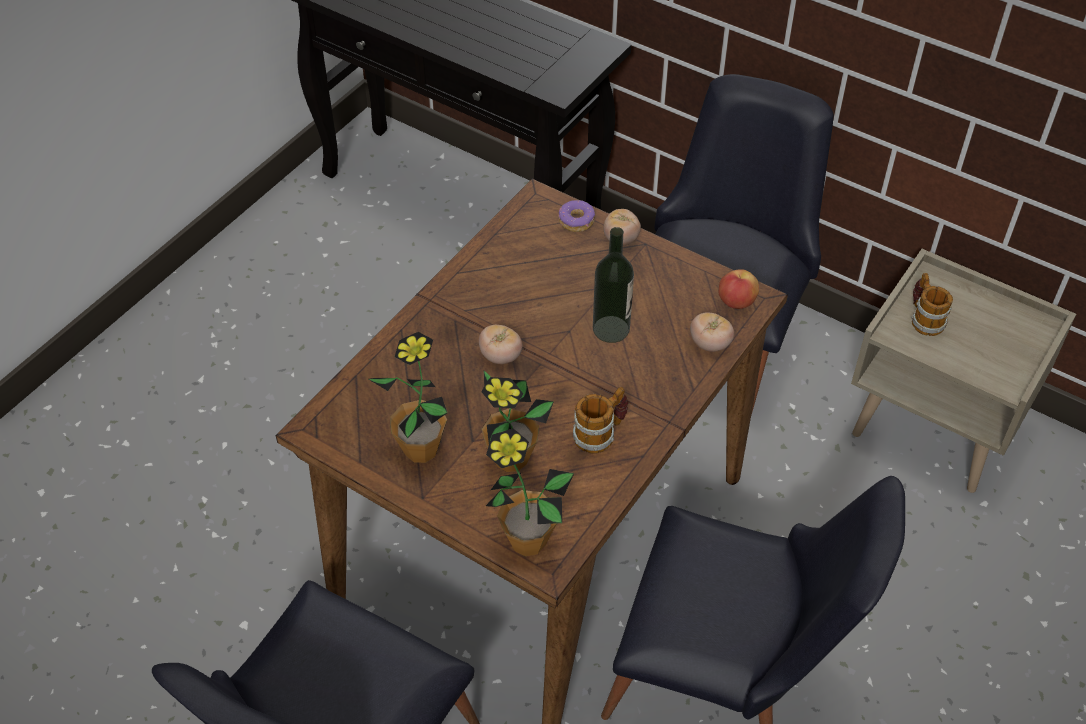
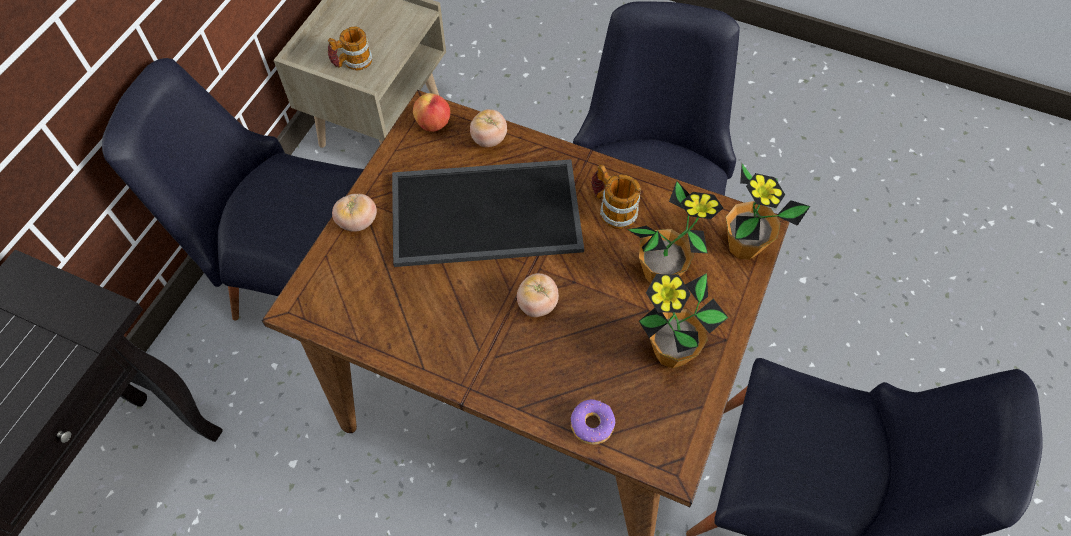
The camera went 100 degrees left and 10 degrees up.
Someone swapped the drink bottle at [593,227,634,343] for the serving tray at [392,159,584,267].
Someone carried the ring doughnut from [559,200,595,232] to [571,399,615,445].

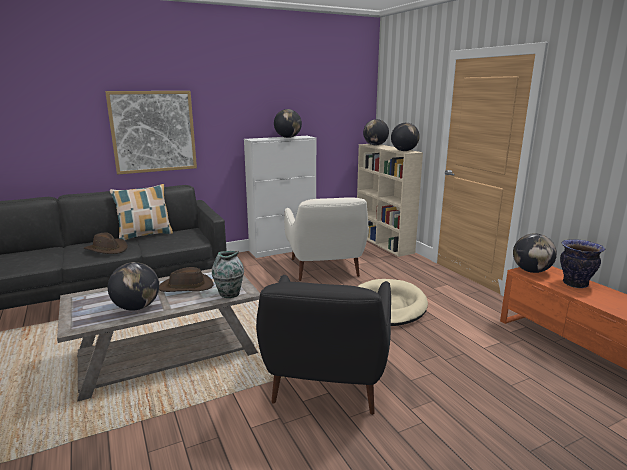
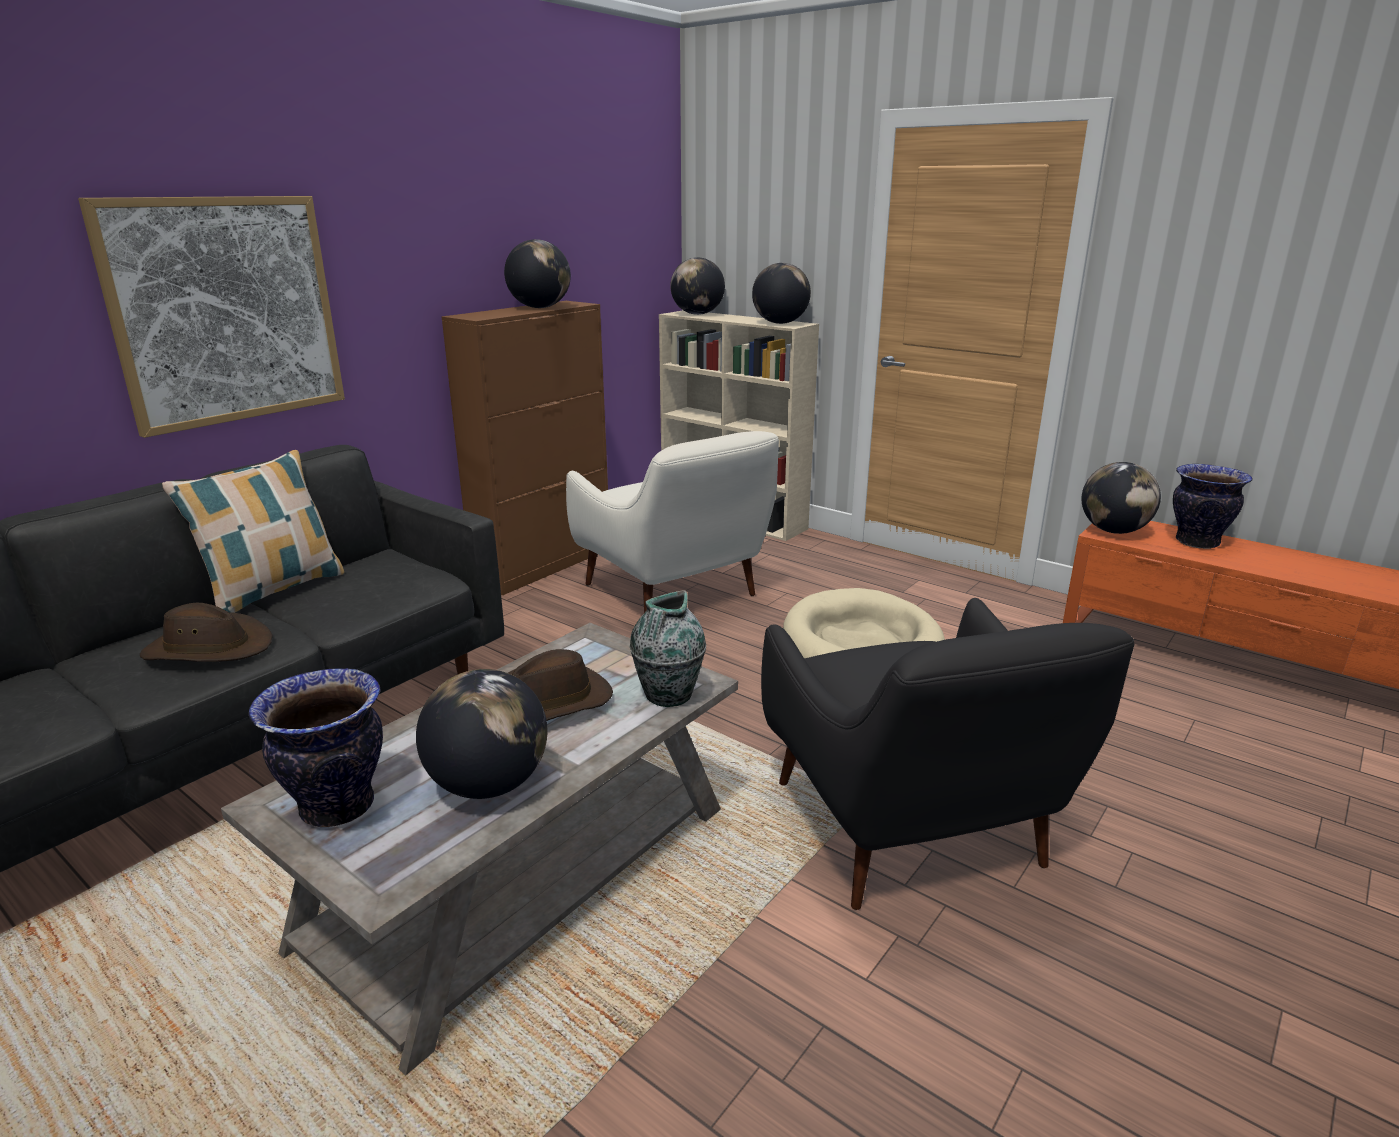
The camera went 25 degrees left and 5 degrees up.
Someone put down the decorative vase at [249,668,383,827].
Someone repainted the white-coloured storage cabinet at [244,136,316,258], which became the brownish storage cabinet at [442,301,608,595].

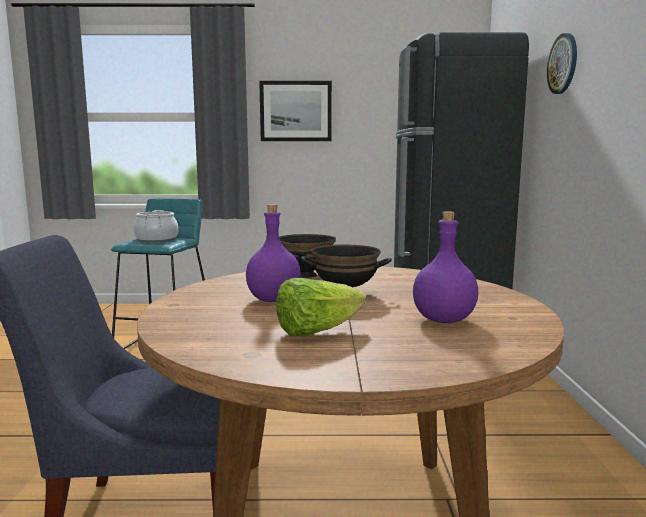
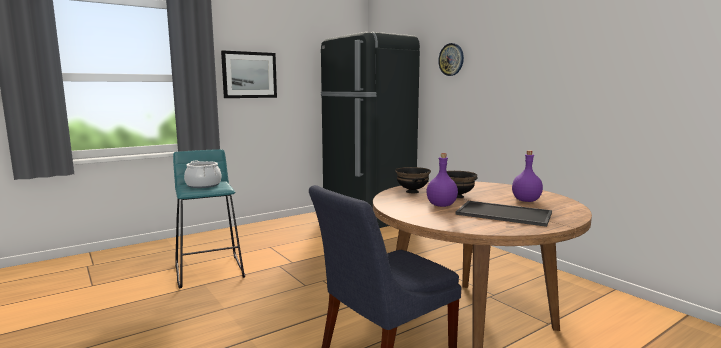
The camera went 35 degrees left and 0 degrees up.
Someone swapped the head of lettuce at [276,278,366,336] for the serving tray at [455,201,552,227].

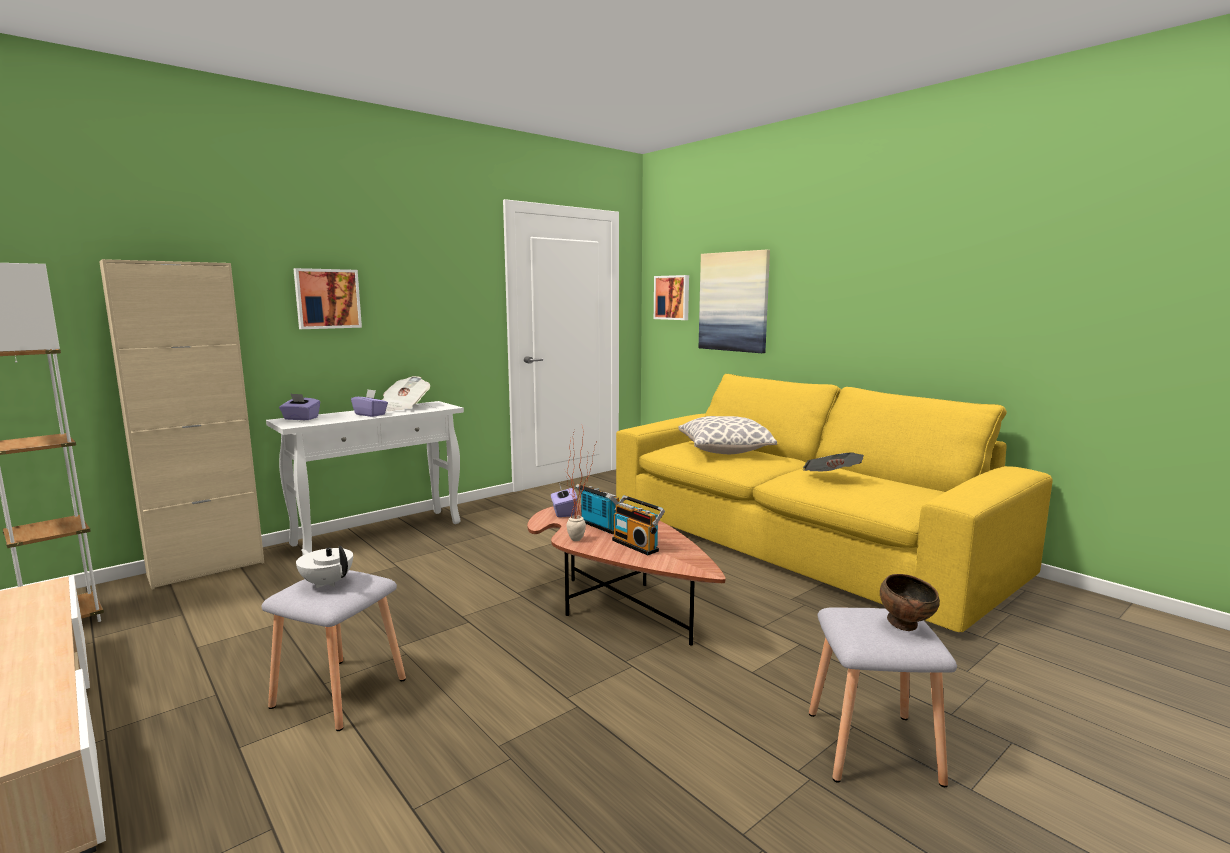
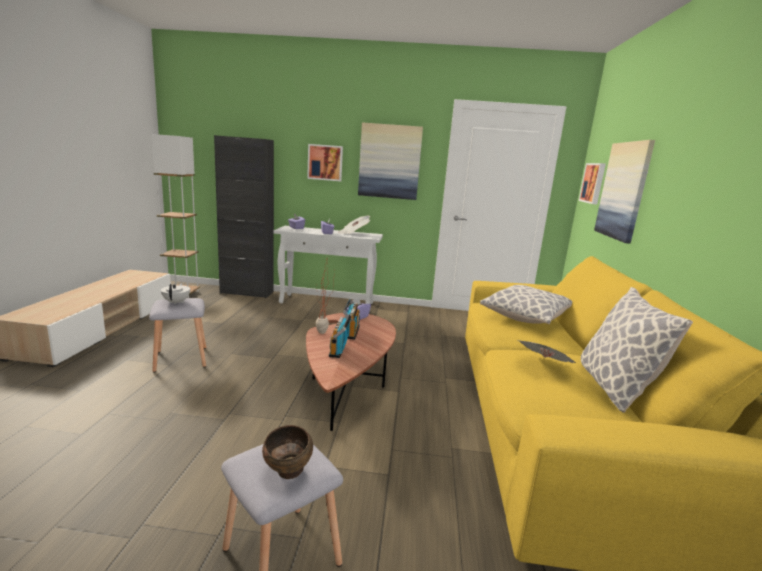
The camera went 45 degrees right and 5 degrees up.
Someone repainted the beige storage cabinet at [99,259,264,590], which became the black storage cabinet at [214,135,274,298].
Someone put up the picture at [358,123,423,200].
Someone put down the cushion at [581,287,693,413].

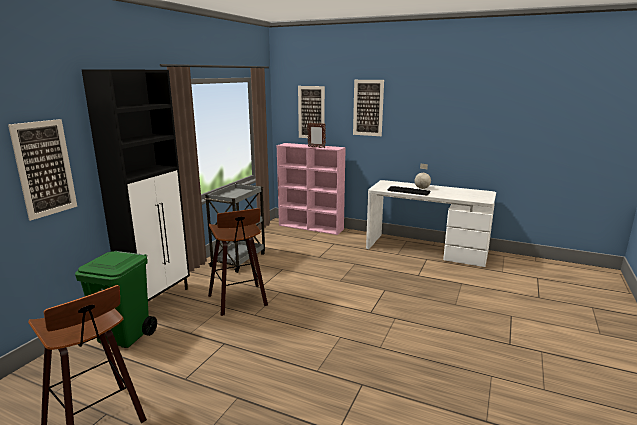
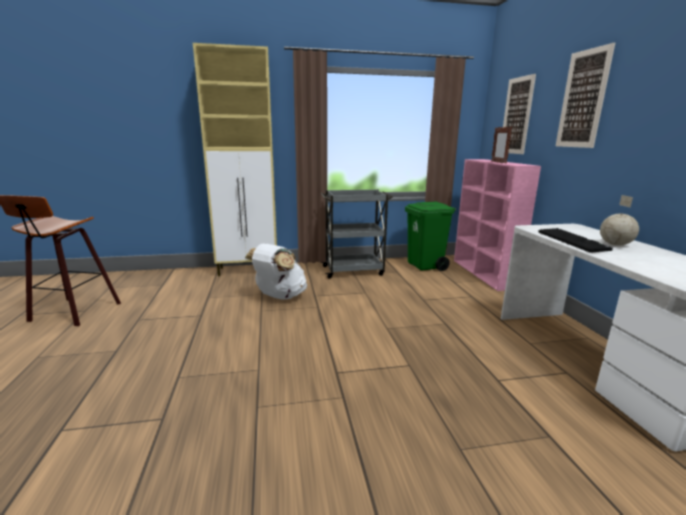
The camera went 55 degrees right and 0 degrees up.
Someone repainted the black storage cabinet at [81,69,190,301], which became the beige storage cabinet at [193,43,277,276].
Someone swapped the sitting stool at [208,208,268,316] for the white-coloured knapsack at [245,244,307,300].
Someone carried the green waste bin from [75,251,157,348] to [405,201,456,271].
Someone took away the picture at [8,119,77,221].

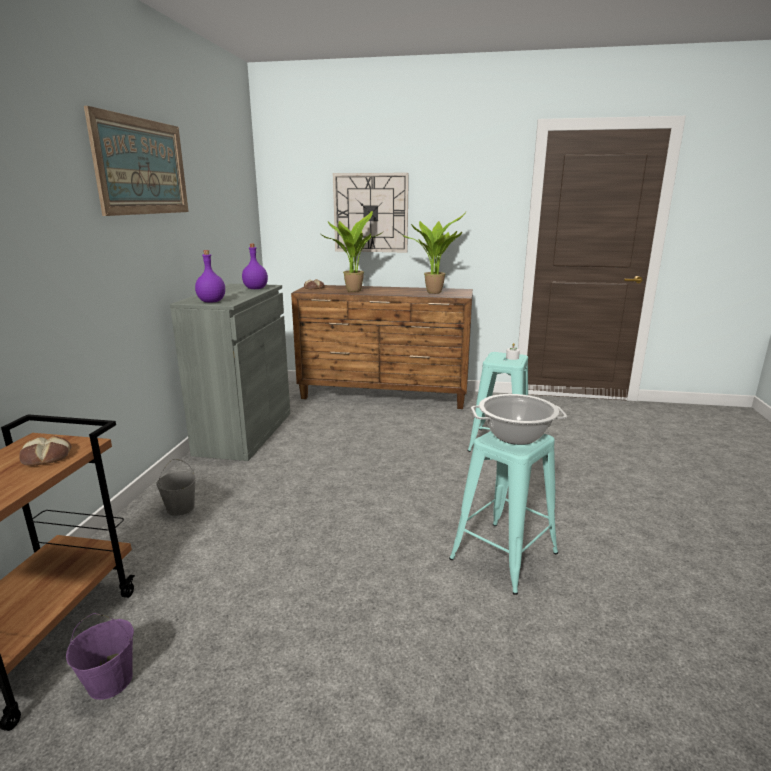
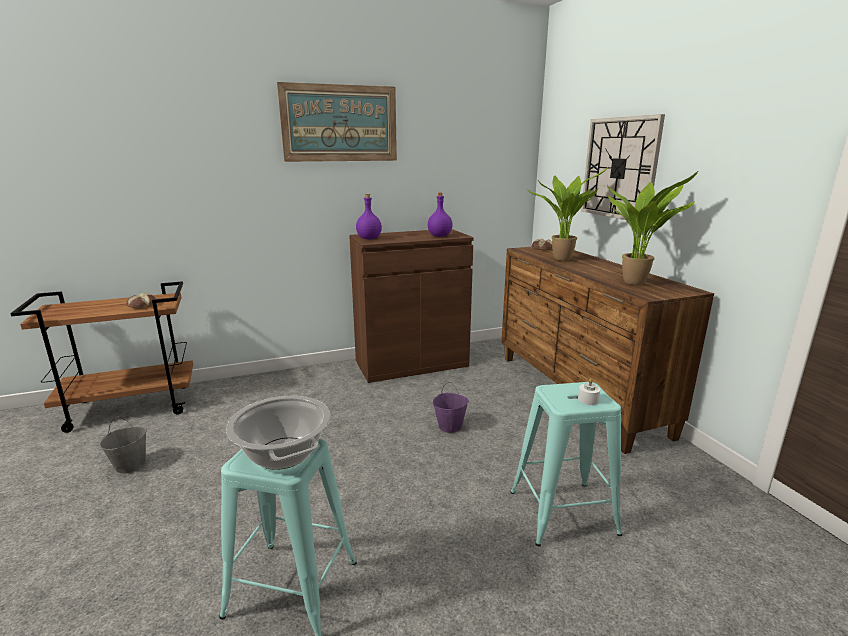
The camera went 60 degrees right and 0 degrees up.
Someone carried the gray bucket from [156,459,196,516] to [100,416,147,474].
Someone repainted the gray storage cabinet at [170,284,290,461], which became the brownish storage cabinet at [349,229,474,383].
Someone carried the purple-coloured bucket from [66,613,134,700] to [433,382,469,433].

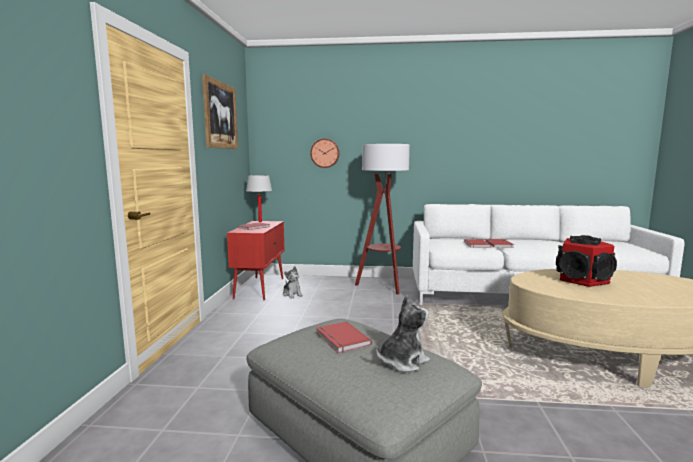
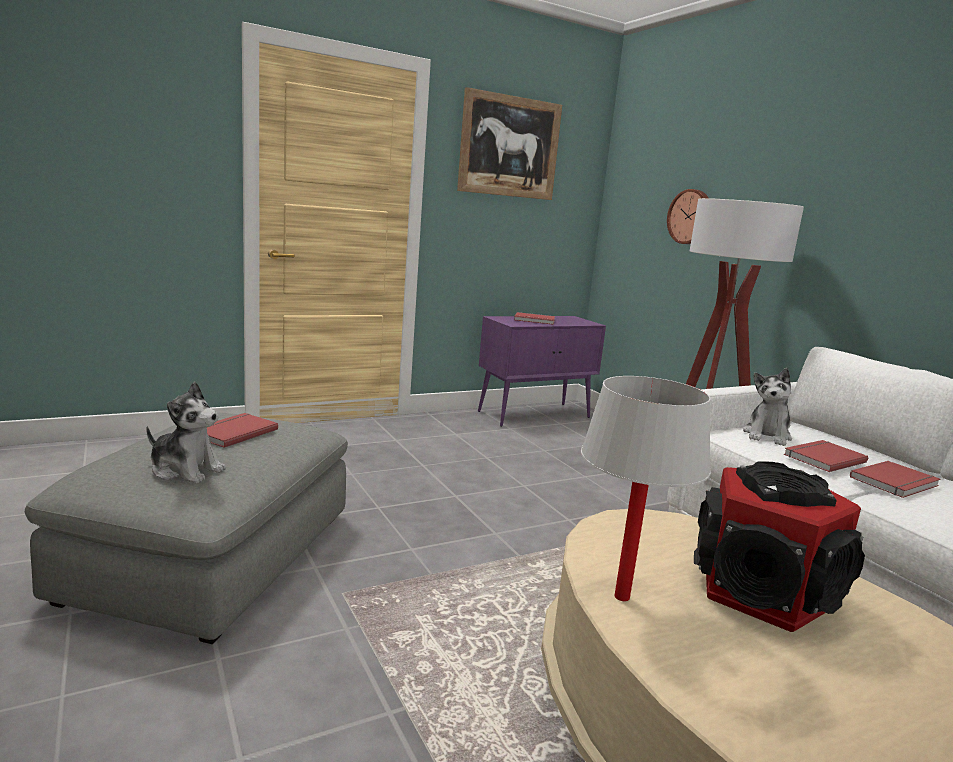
The camera went 55 degrees right and 5 degrees up.
Someone repainted the red-coloured storage cabinet at [227,221,284,300], which became the purple-coloured storage cabinet at [478,316,606,427].
Someone carried the white-coloured lamp for a table from [246,175,272,222] to [581,376,711,601].
Someone carried the cuddly toy from [283,266,303,299] to [743,368,792,446].

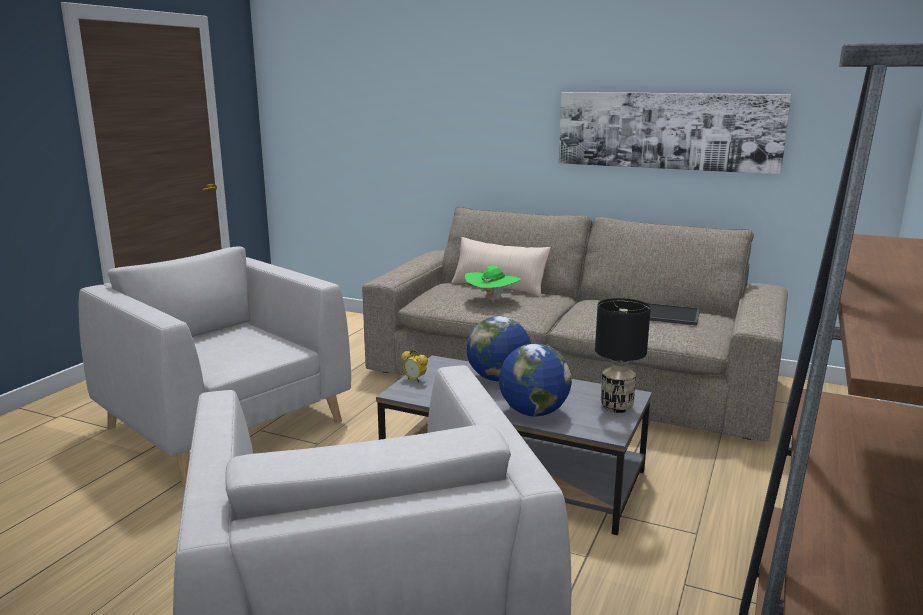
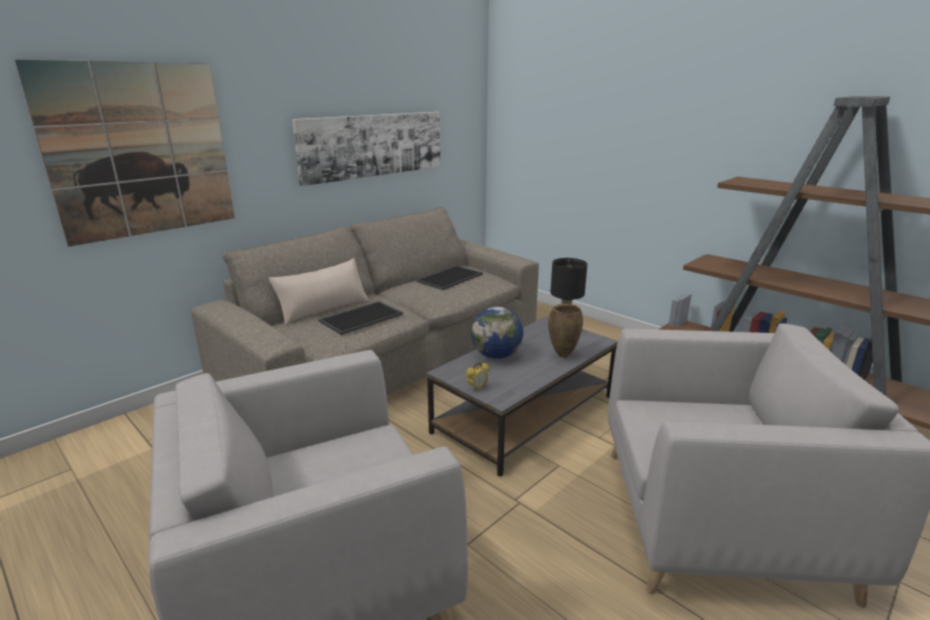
The camera went 70 degrees left and 5 degrees up.
Someone put up the picture at [15,60,235,247].
Someone swapped the green hat at [465,266,521,302] for the serving tray at [318,301,403,335].
Someone swapped the world globe at [499,344,572,417] for the brownish decorative vase at [548,304,583,358].

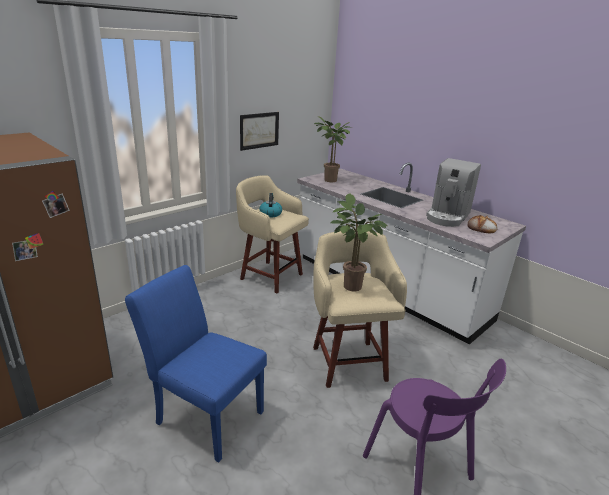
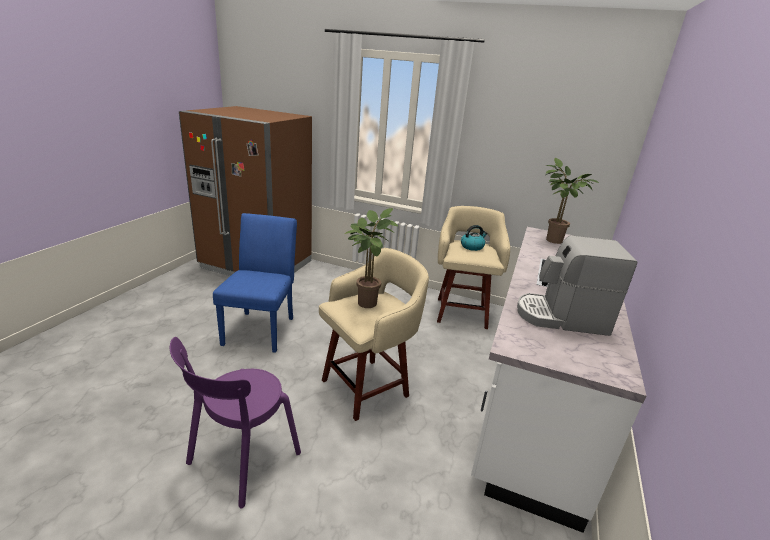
The camera went 65 degrees right and 0 degrees up.
Someone took away the picture at [240,112,279,151].
Someone took away the baked bread at [467,215,498,233].

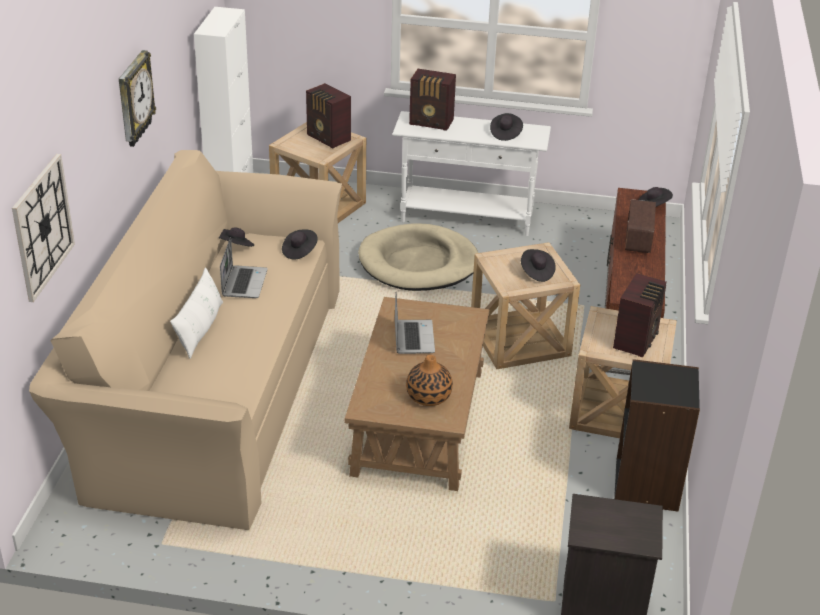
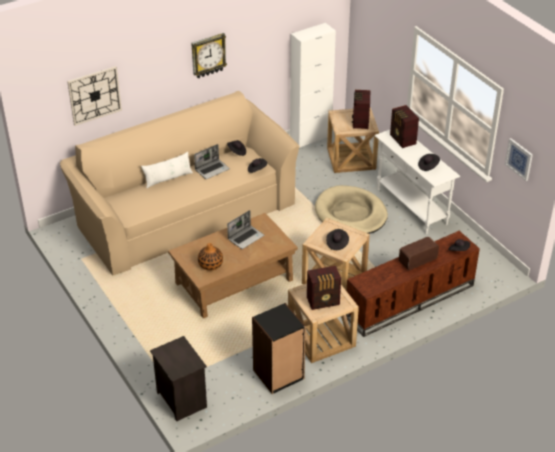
The camera went 50 degrees right and 5 degrees up.
Someone put up the picture at [505,138,533,181].

